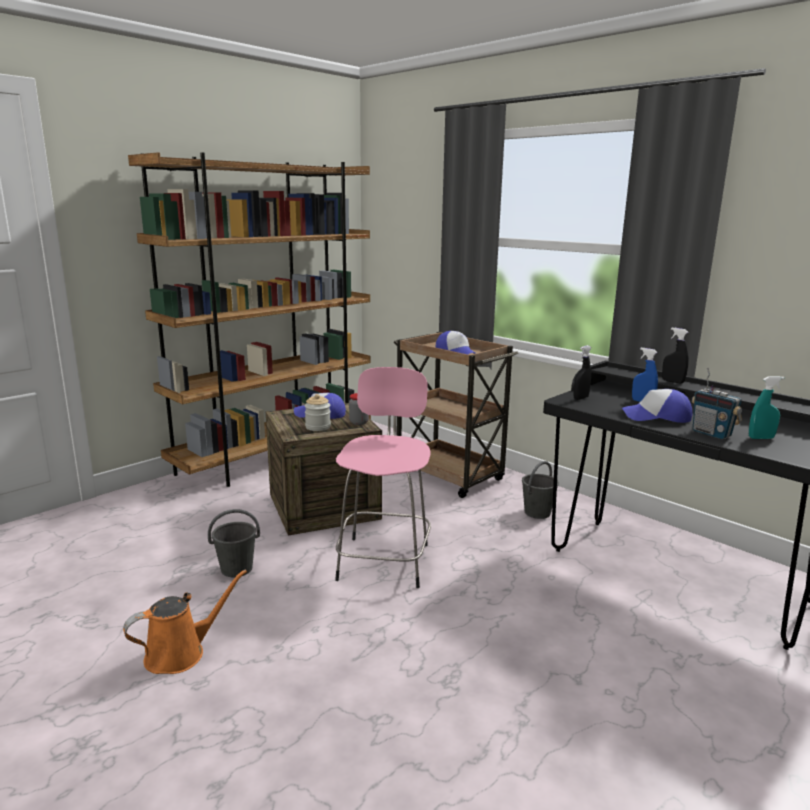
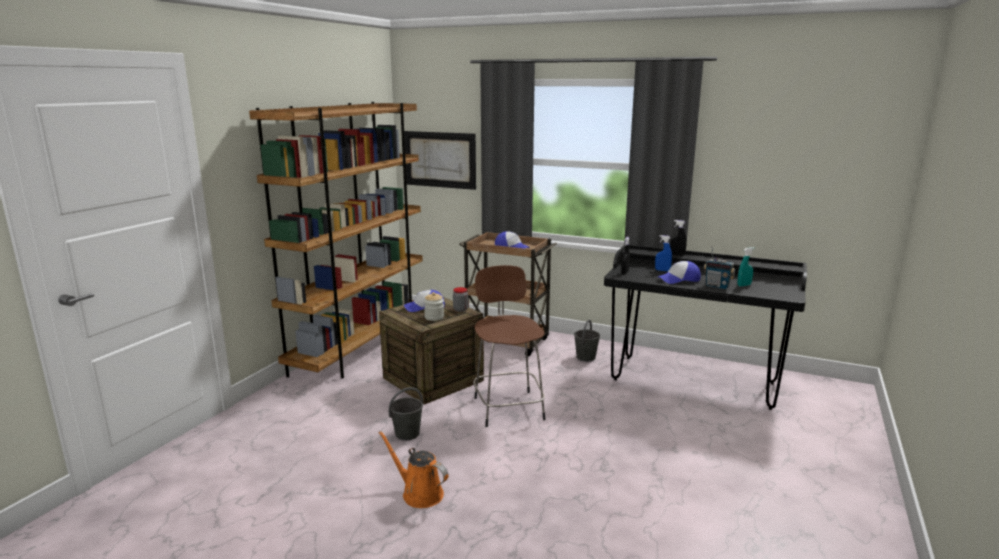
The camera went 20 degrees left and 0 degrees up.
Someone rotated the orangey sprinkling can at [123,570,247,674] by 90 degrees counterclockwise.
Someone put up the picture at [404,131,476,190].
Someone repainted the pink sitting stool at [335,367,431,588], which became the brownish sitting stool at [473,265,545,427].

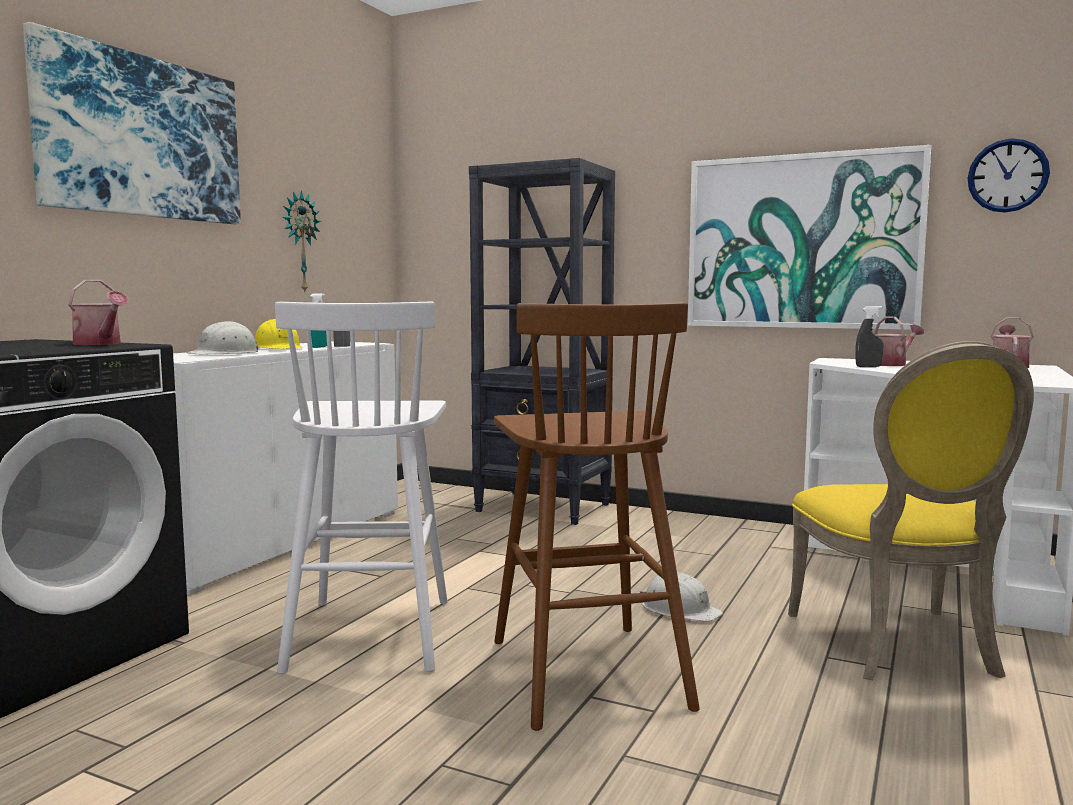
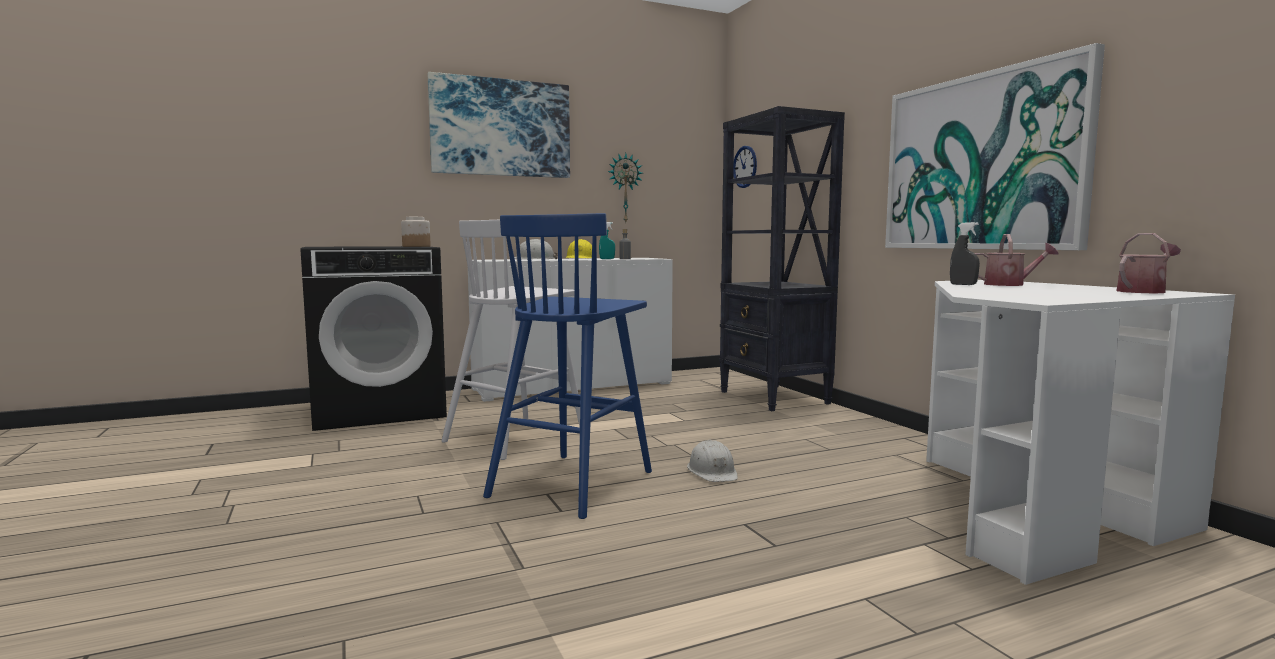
The camera went 40 degrees right and 0 degrees up.
Someone swapped the sprinkling can at [68,280,129,345] for the jar at [401,217,431,247].
Someone repainted the brownish sitting stool at [494,303,700,731], which became the blue-coloured sitting stool at [483,213,652,519].
Someone carried the wall clock from [968,138,1050,213] to [733,146,757,188].
Someone took away the yellow-coloured plain chair at [788,341,1034,680].

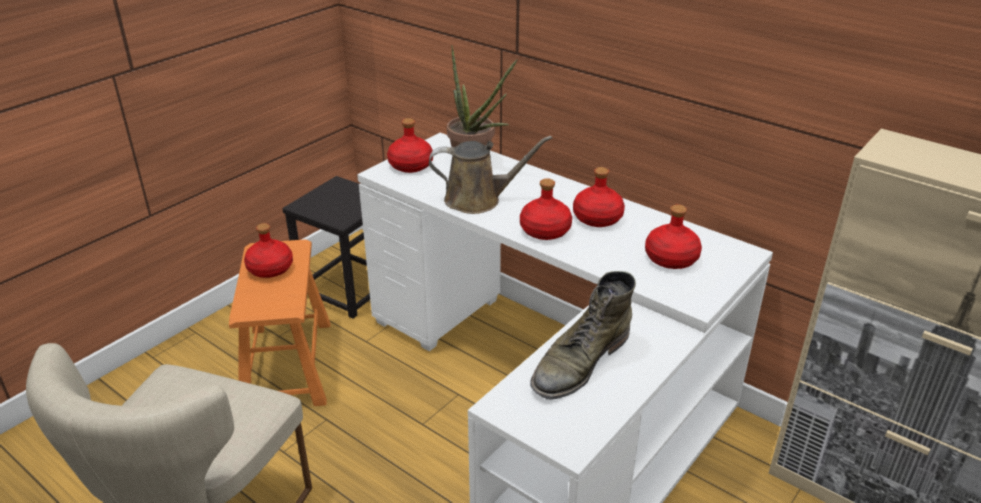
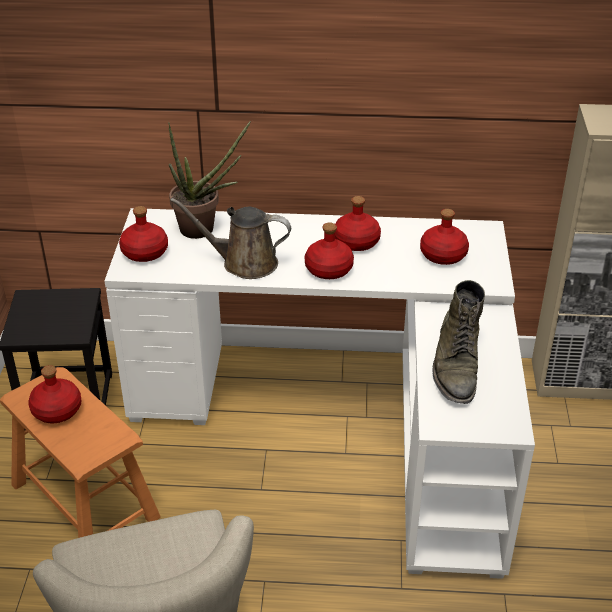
The camera went 35 degrees left and 5 degrees up.
Someone rotated the brownish sprinkling can at [429,136,552,214] by 135 degrees counterclockwise.

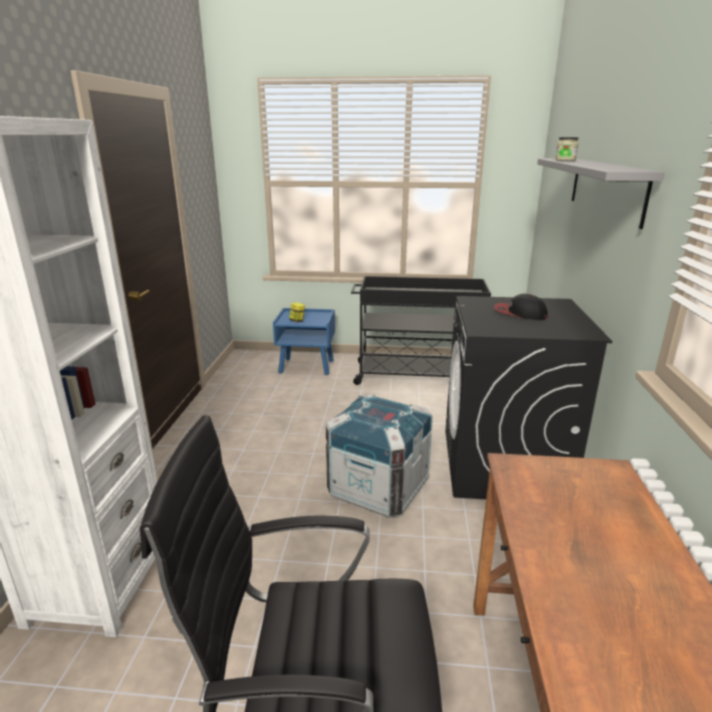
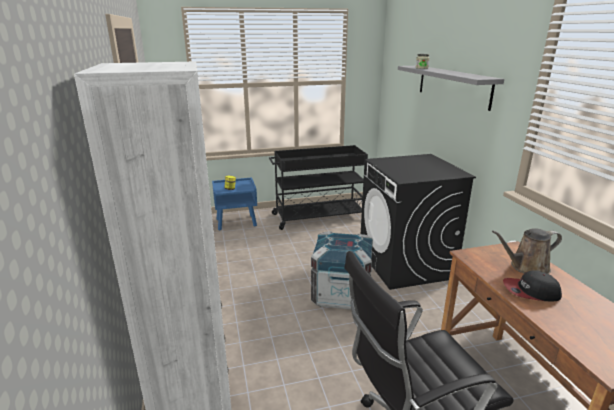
The camera went 20 degrees left and 0 degrees up.
Someone put down the brownish sprinkling can at [492,228,562,274].
Someone carried the baseball cap from [494,294,548,320] to [503,270,562,301].

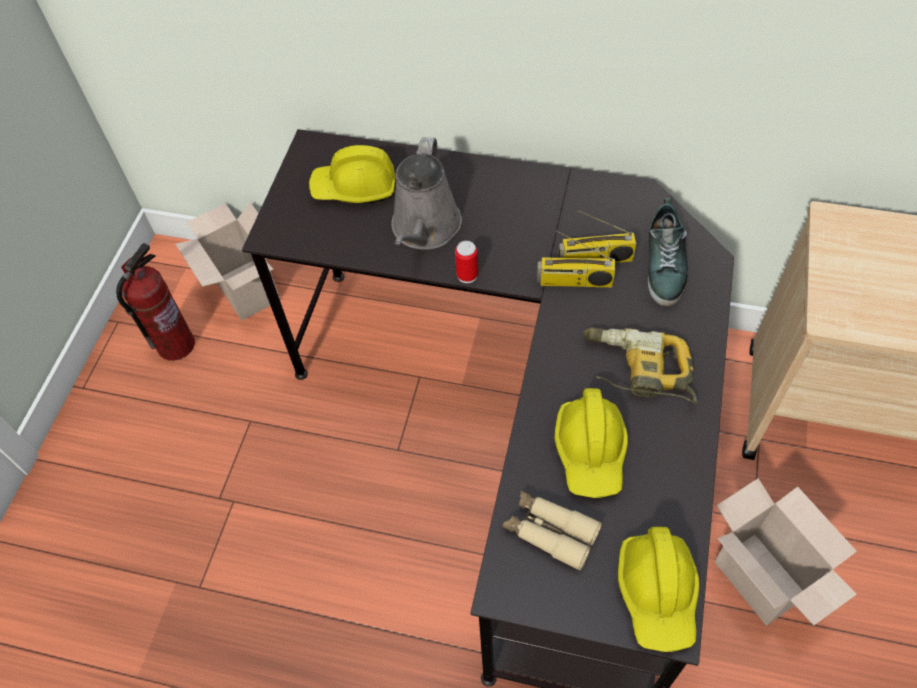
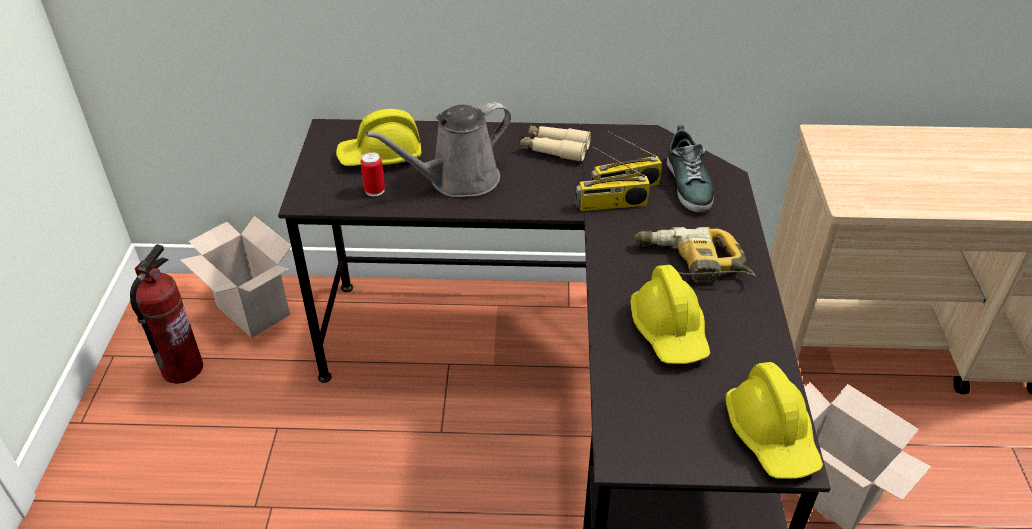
The camera went 15 degrees left and 15 degrees down.
Someone carried the can from [455,241,478,283] to [360,152,385,196].
Someone rotated the gray sprinkling can at [391,137,462,250] by 60 degrees clockwise.
Someone carried the beige field glasses from [502,491,602,571] to [520,125,591,162].

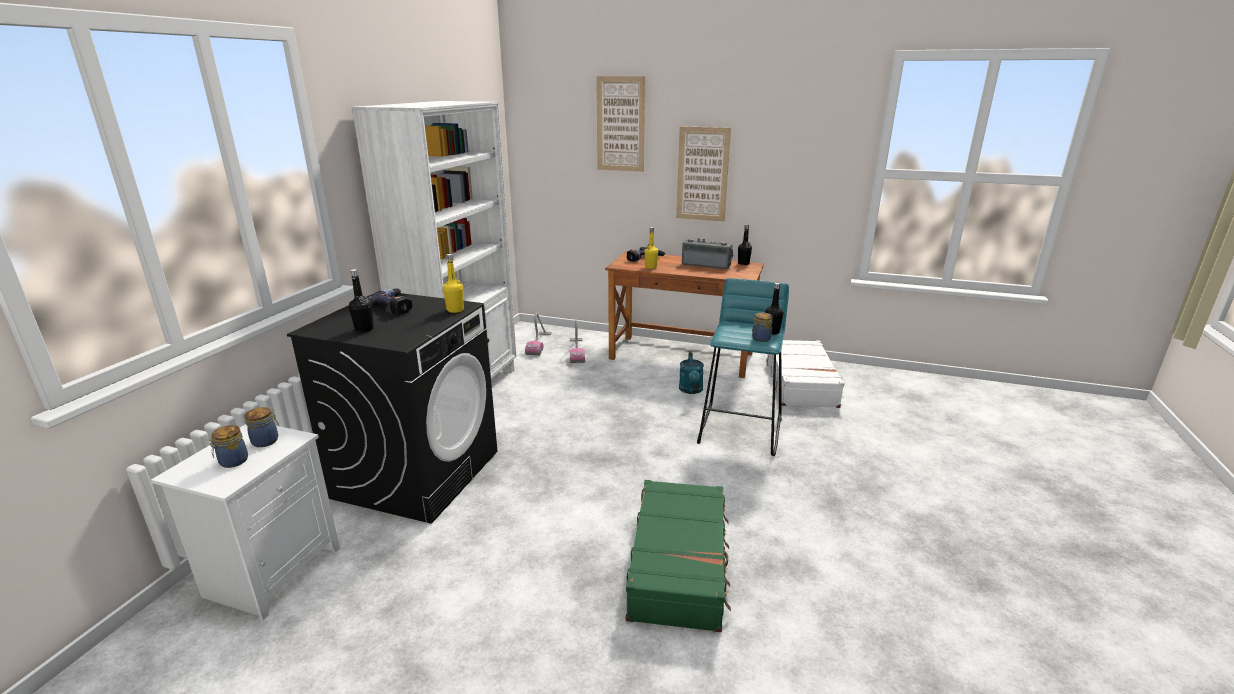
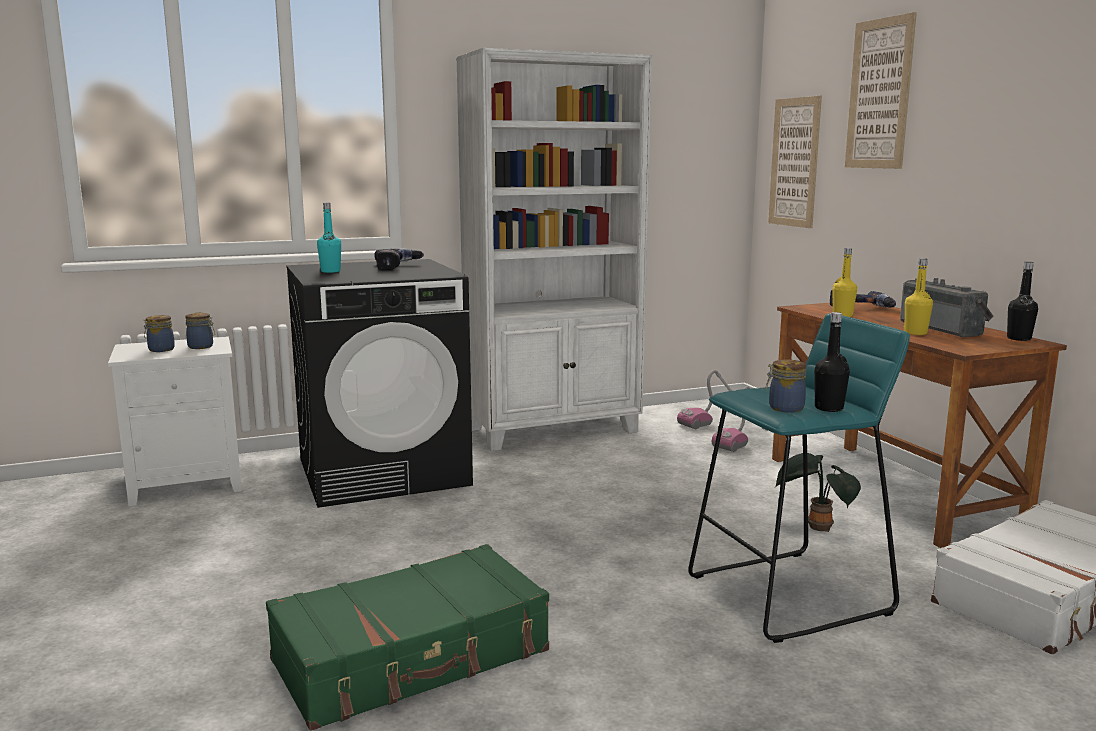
The camera went 50 degrees right and 10 degrees down.
Someone repainted the black drink bottle at [349,269,374,333], which became the turquoise drink bottle at [317,203,341,273].
Someone carried the picture from [676,126,731,221] to [768,96,822,228].
Someone swapped the turquoise sprinkling can at [679,352,704,394] for the houseplant at [776,453,861,532].
Someone carried the yellow-coloured drink bottle from [443,254,464,313] to [904,258,933,335].

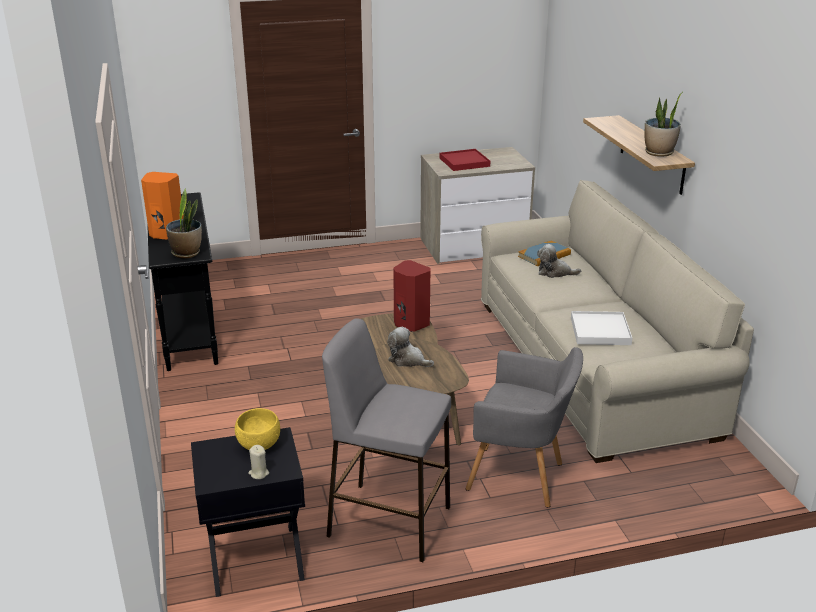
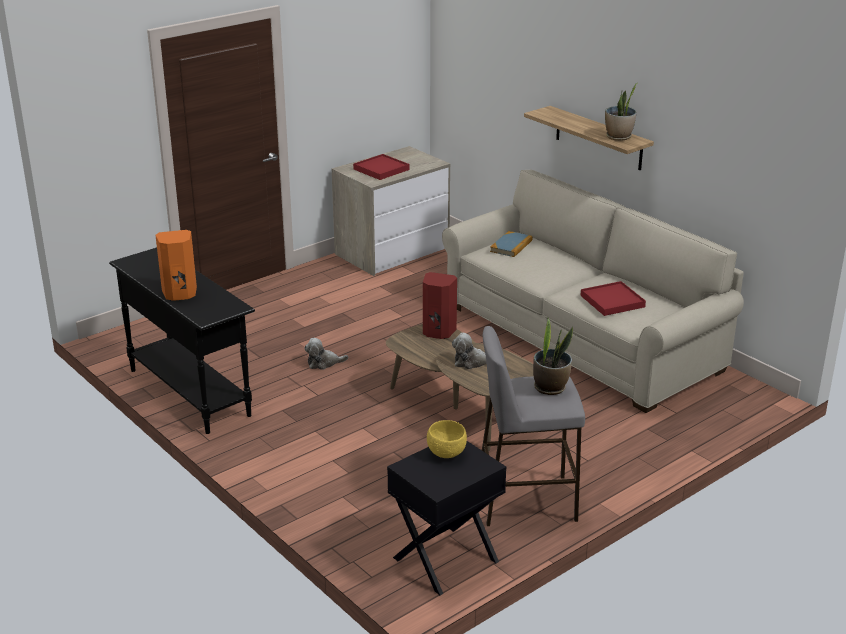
The camera went 25 degrees left and 0 degrees up.
Someone carried the cuddly toy from [537,244,581,278] to [304,338,348,370].
Someone carried the houseplant from [166,189,202,259] to [533,318,573,395].
Someone repainted the white-coloured serving tray at [571,311,632,345], which became the red-coloured serving tray at [580,281,646,316].
Someone took away the beige candle at [248,445,269,479].
Someone took away the gray easy chair at [466,347,583,507].

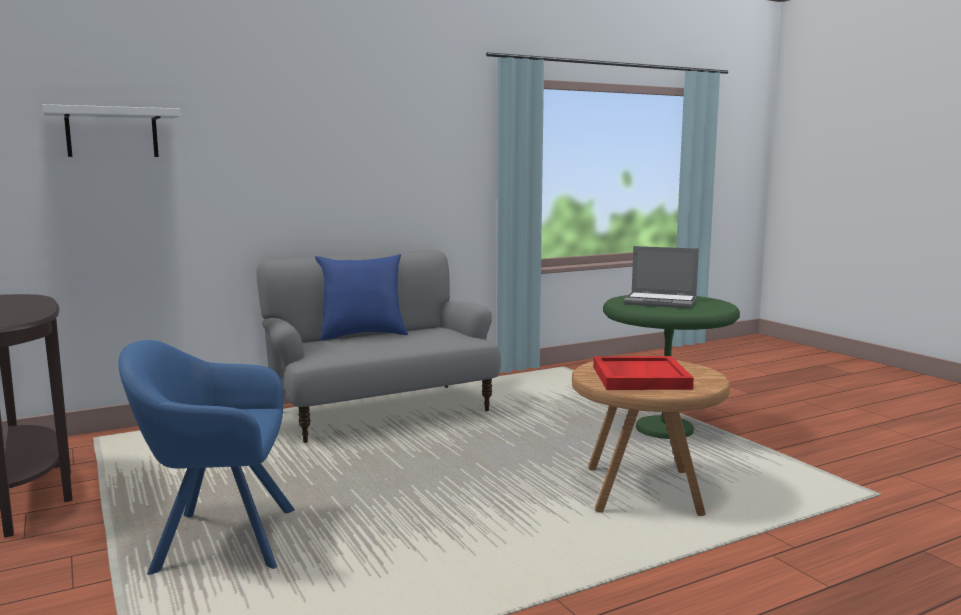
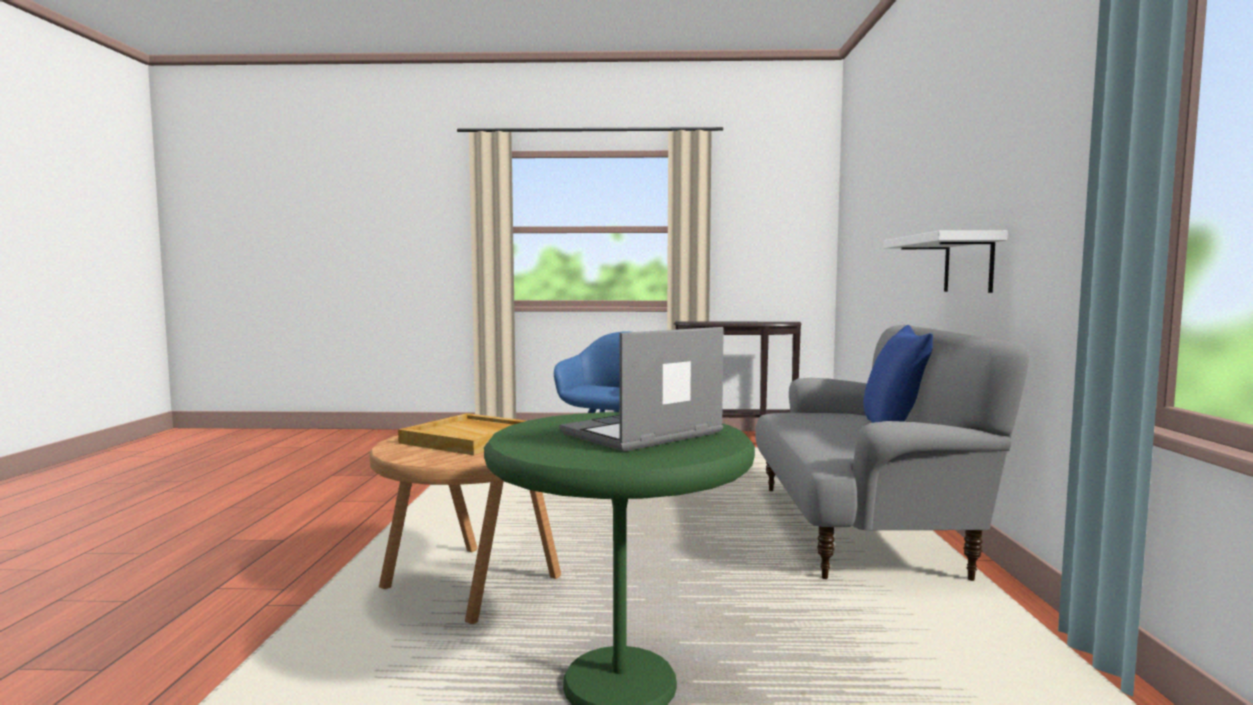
The camera went 120 degrees right and 5 degrees down.
Someone repainted the red-coloured serving tray at [593,356,694,390], which became the beige serving tray at [398,413,526,455].
Someone carried the white-coloured wall shelf from [42,104,181,157] to [883,230,1008,293].

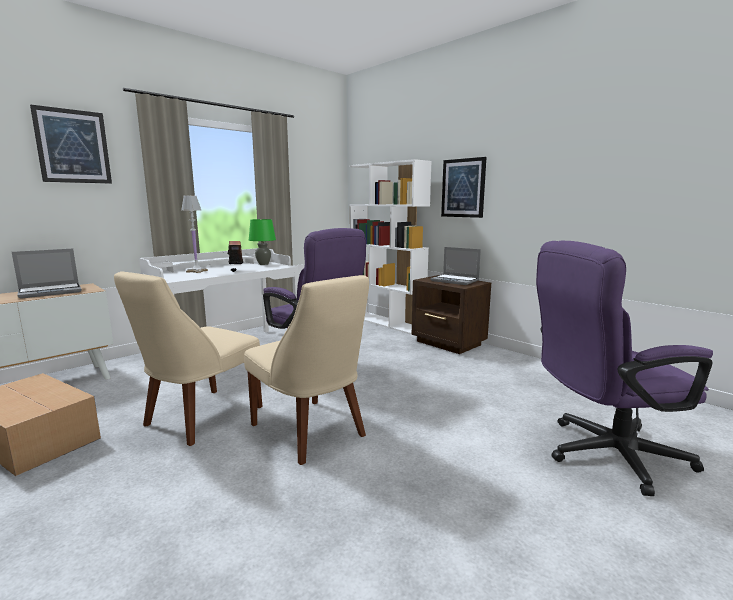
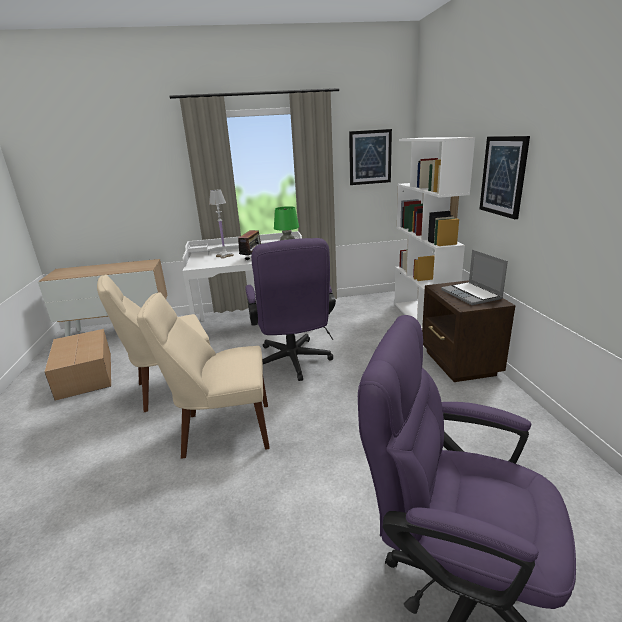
The camera went 35 degrees right and 10 degrees up.
Someone rotated the beige plain chair at [244,275,369,465] by 90 degrees clockwise.
Someone carried the picture from [30,104,112,184] to [349,129,392,185].
Someone took away the portable computer at [12,248,82,299].

